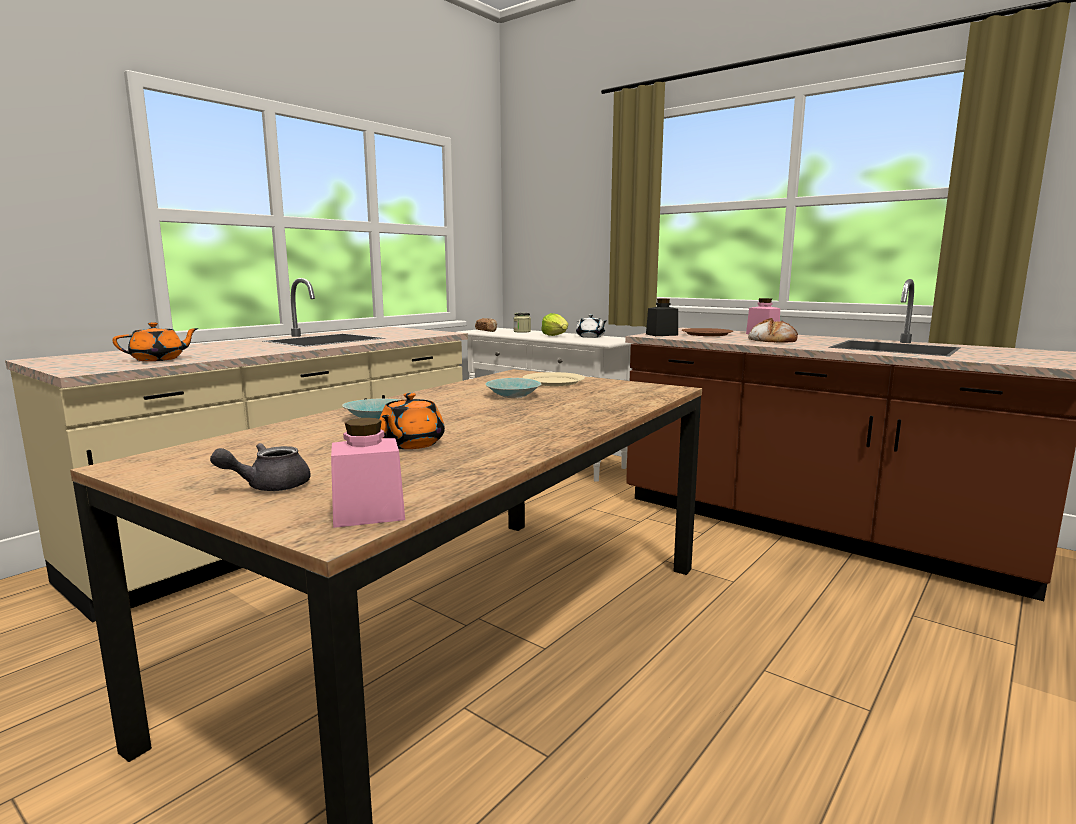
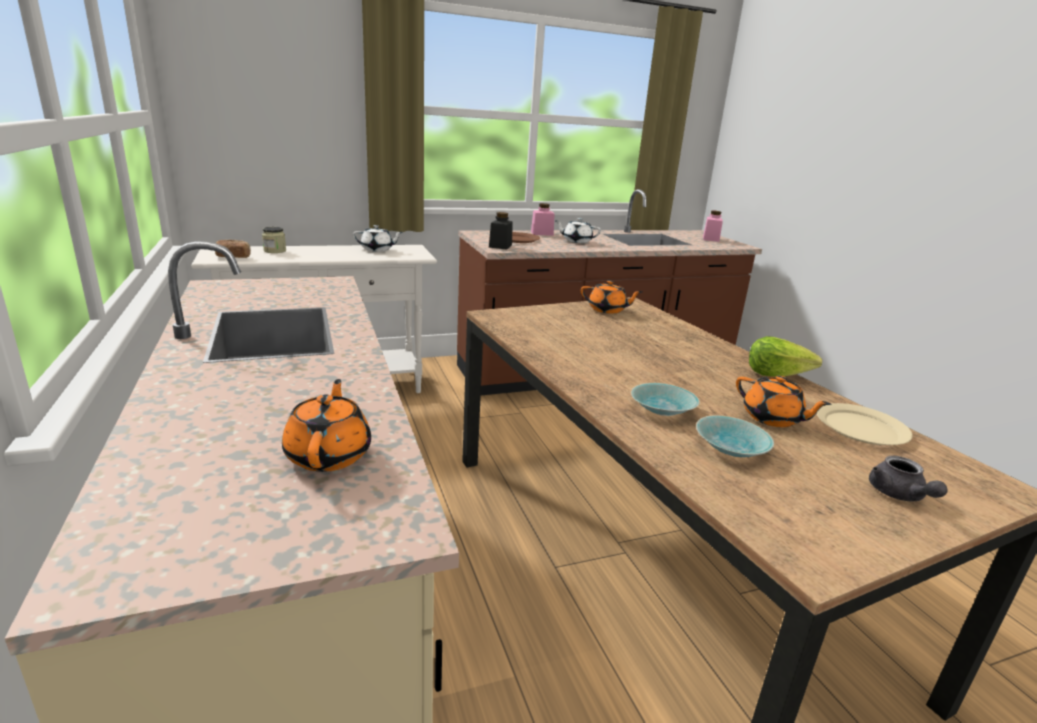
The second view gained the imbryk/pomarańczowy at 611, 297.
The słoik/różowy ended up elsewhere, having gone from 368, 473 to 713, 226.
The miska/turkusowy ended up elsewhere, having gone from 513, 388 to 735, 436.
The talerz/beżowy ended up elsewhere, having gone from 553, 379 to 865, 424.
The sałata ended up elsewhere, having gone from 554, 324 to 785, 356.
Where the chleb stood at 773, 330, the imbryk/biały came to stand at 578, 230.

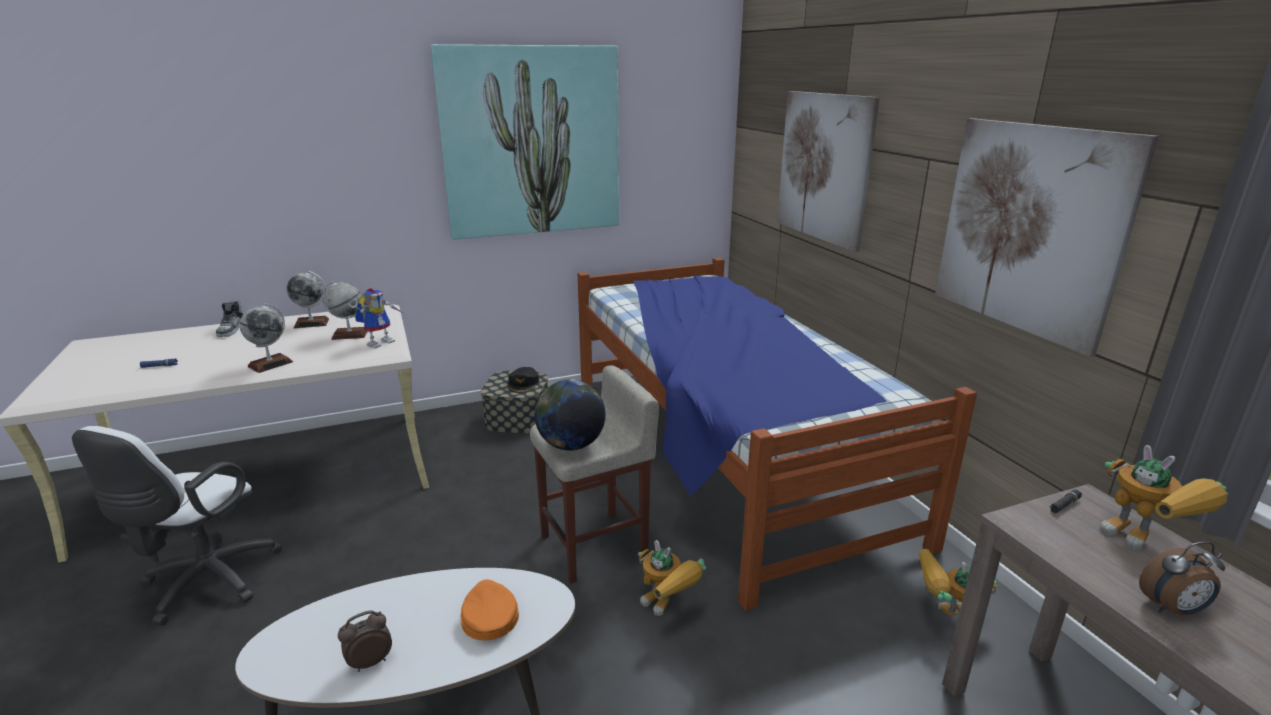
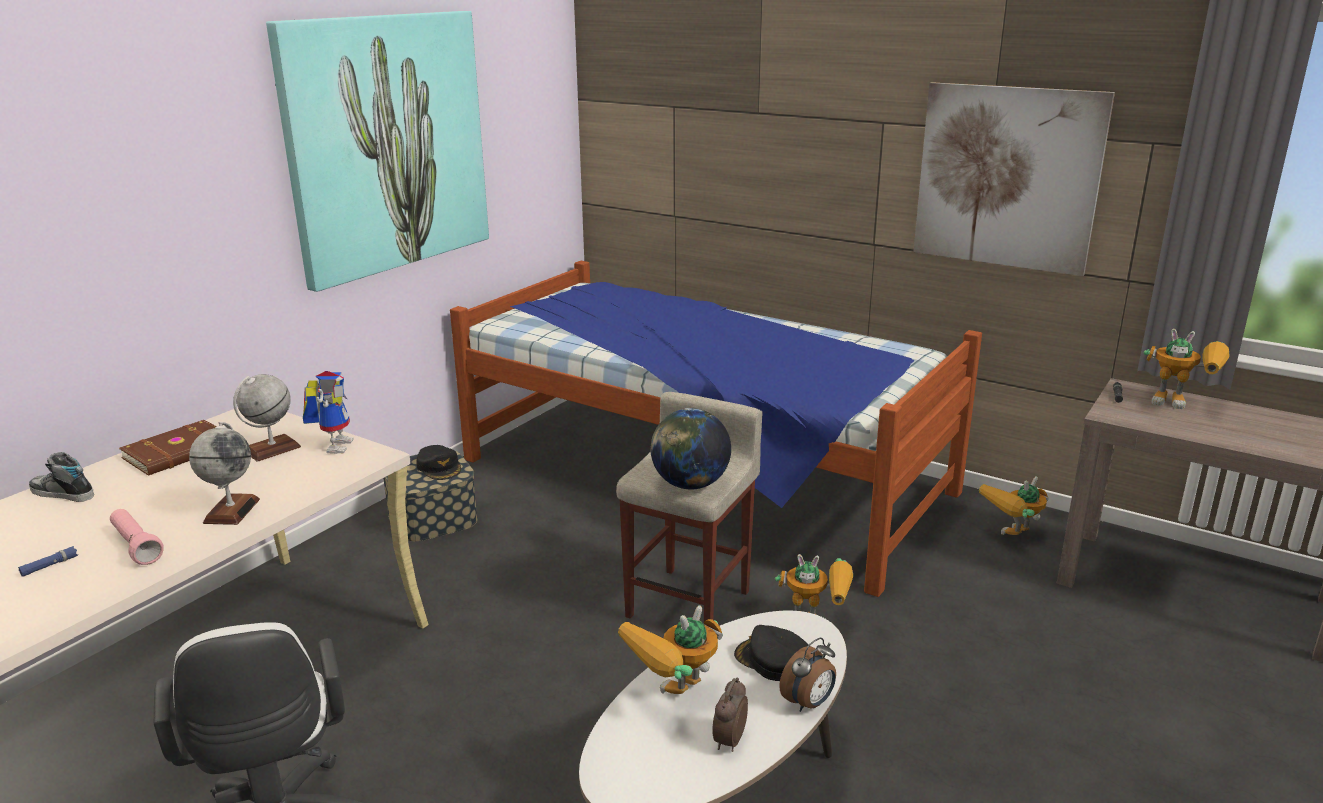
The second view lost the obraz at 828, 171.
The second view gained the latarka/różowy at 137, 537.
The second view gained the robot zabawkowy at 670, 649.
The budzik ended up elsewhere, having gone from 1182, 578 to 807, 675.
Where the globus stood at 307, 299, the książka/brązowy came to stand at 168, 448.
What was the czapka z daszkiem/pomarańczowy at 490, 609 turned into the czapka z daszkiem/czarny at 771, 653.
The but at 229, 319 ended up facing another way, 150 degrees clockwise from before.

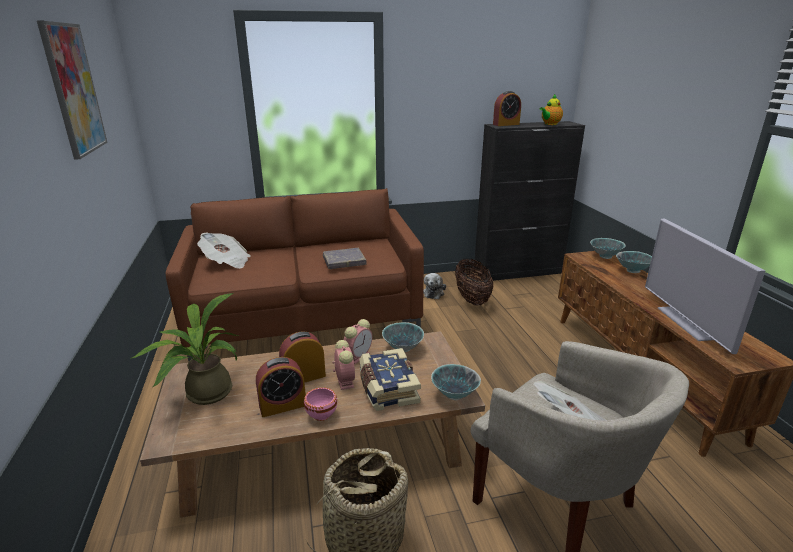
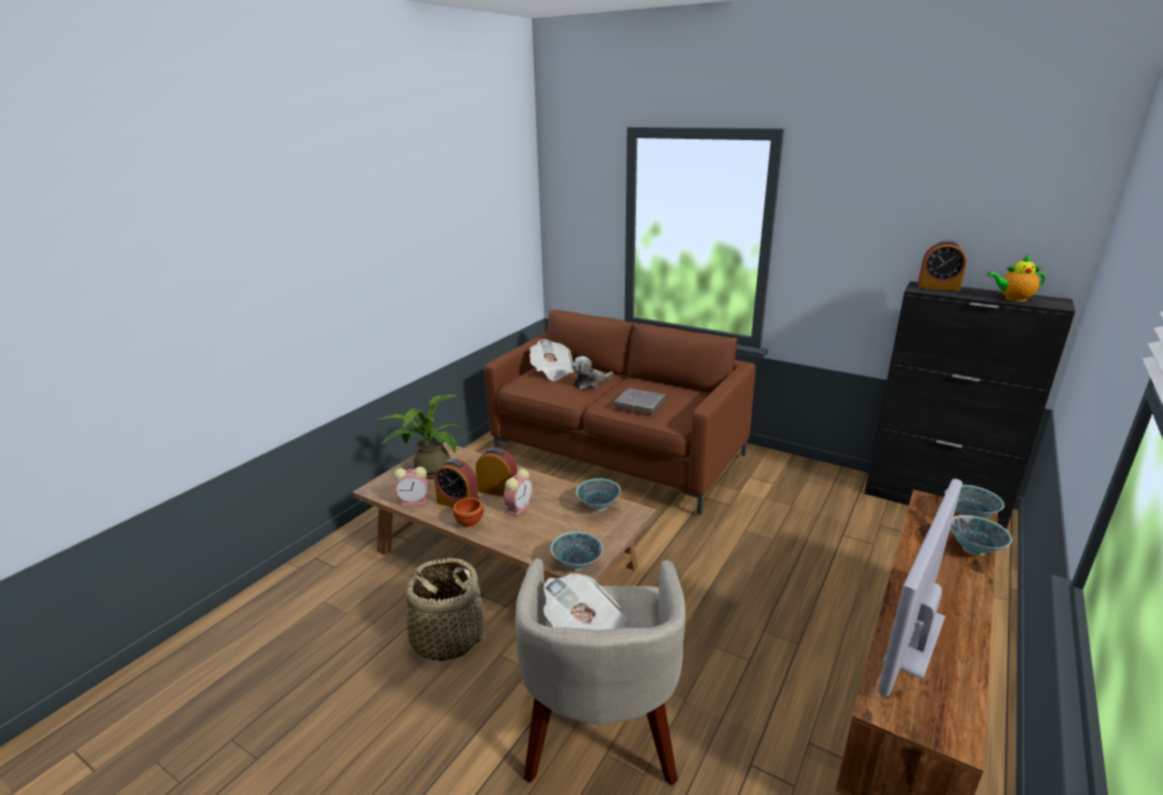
The second view lost the obraz at 72, 90.
The second view lost the książka at 390, 379.
The second view lost the koszyk at 474, 282.
The budzik ended up elsewhere, having gone from 357, 341 to 411, 486.
The pluszak ended up elsewhere, having gone from 434, 286 to 592, 373.
What was the miska/różowy at 320, 404 turned into the miska/brązowy at 468, 513.

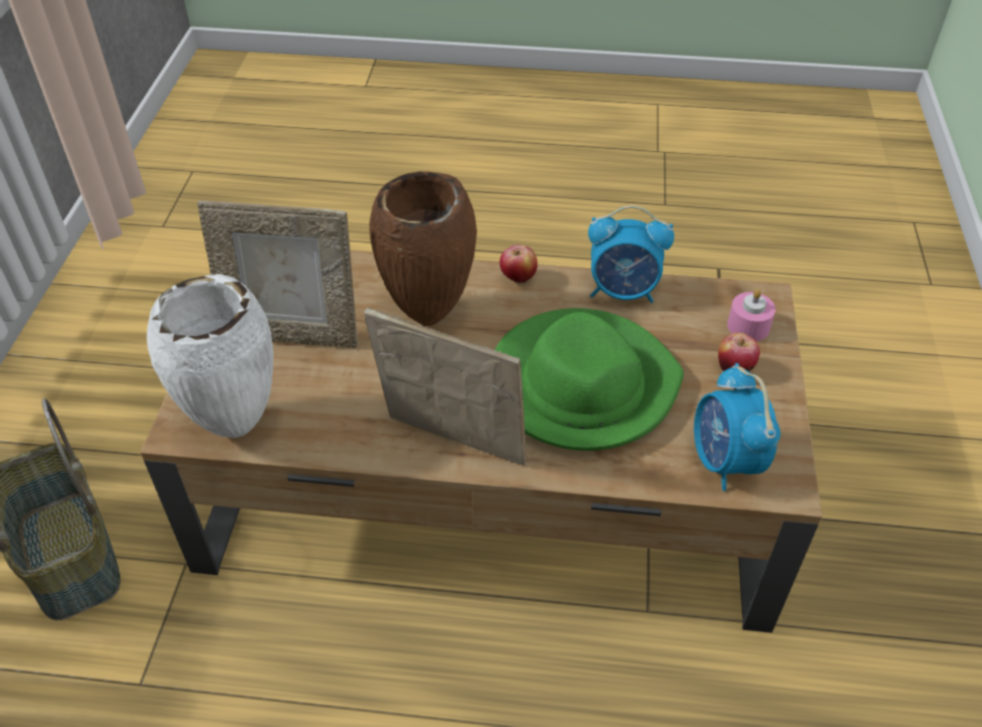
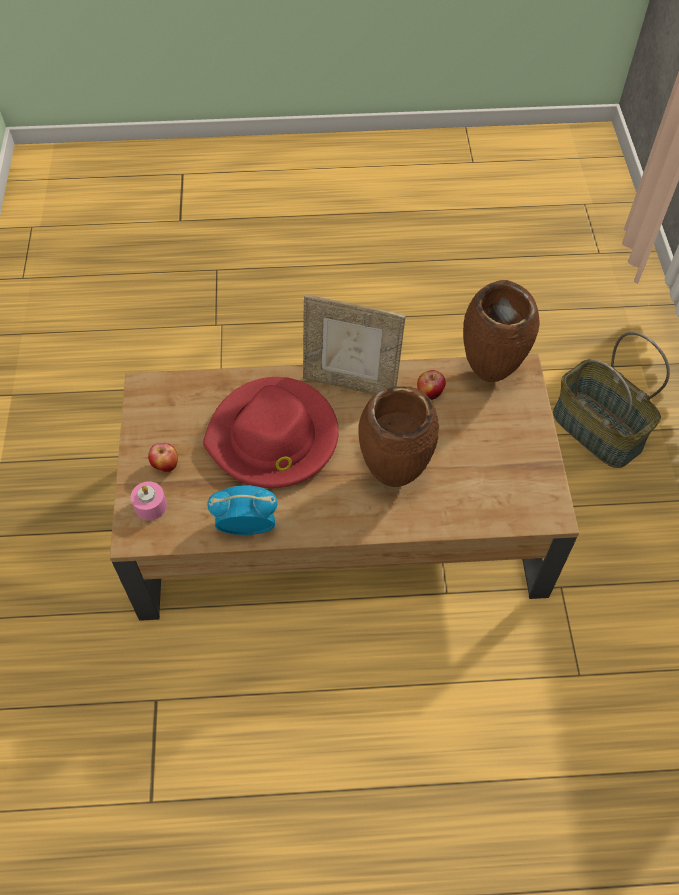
The second view lost the ramka na zdjęcie at 277, 274.
The second view lost the budzik at 737, 427.
The jabłko ended up elsewhere, having gone from 519, 264 to 431, 385.
What was the wazon/biały at 210, 356 turned into the wazon/brązowy at 501, 331.
What was the kapelusz/zielony at 589, 379 turned into the kapelusz/czerwony at 271, 432.

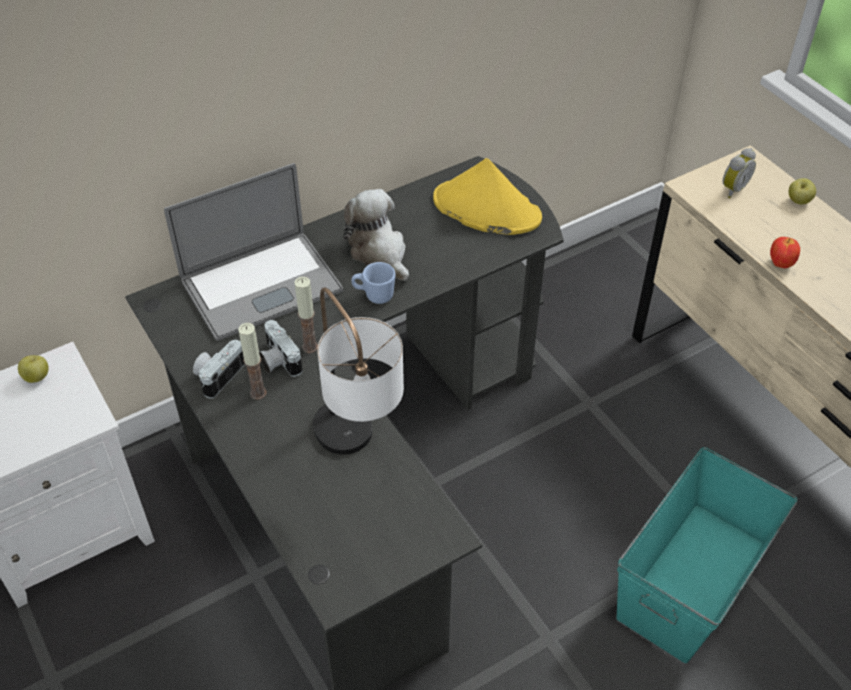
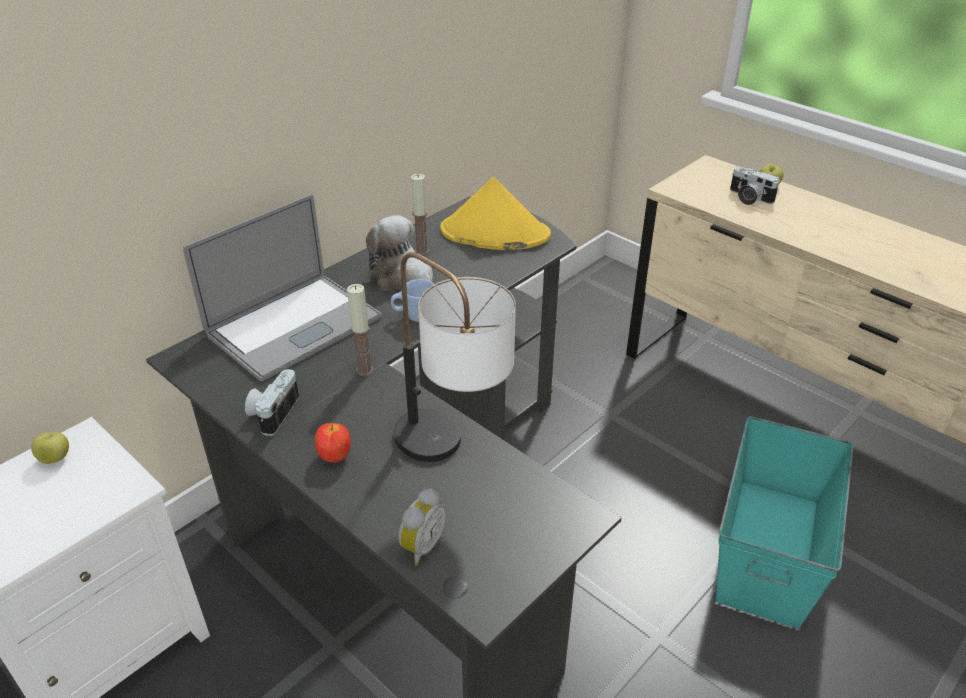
The świeca ended up elsewhere, having gone from 252, 361 to 420, 214.
The aparat fotograficzny ended up elsewhere, having gone from 281, 348 to 755, 186.
The budzik ended up elsewhere, having gone from 739, 173 to 422, 526.
The jabłko ended up elsewhere, having gone from 785, 252 to 333, 442.

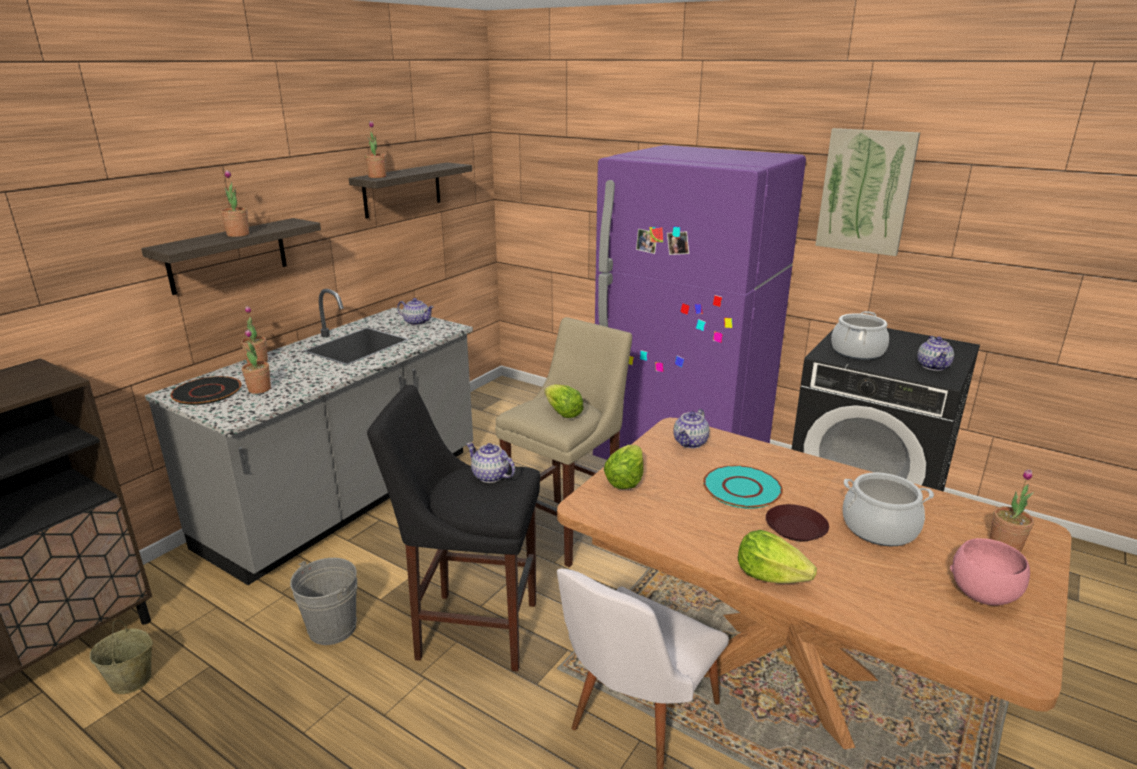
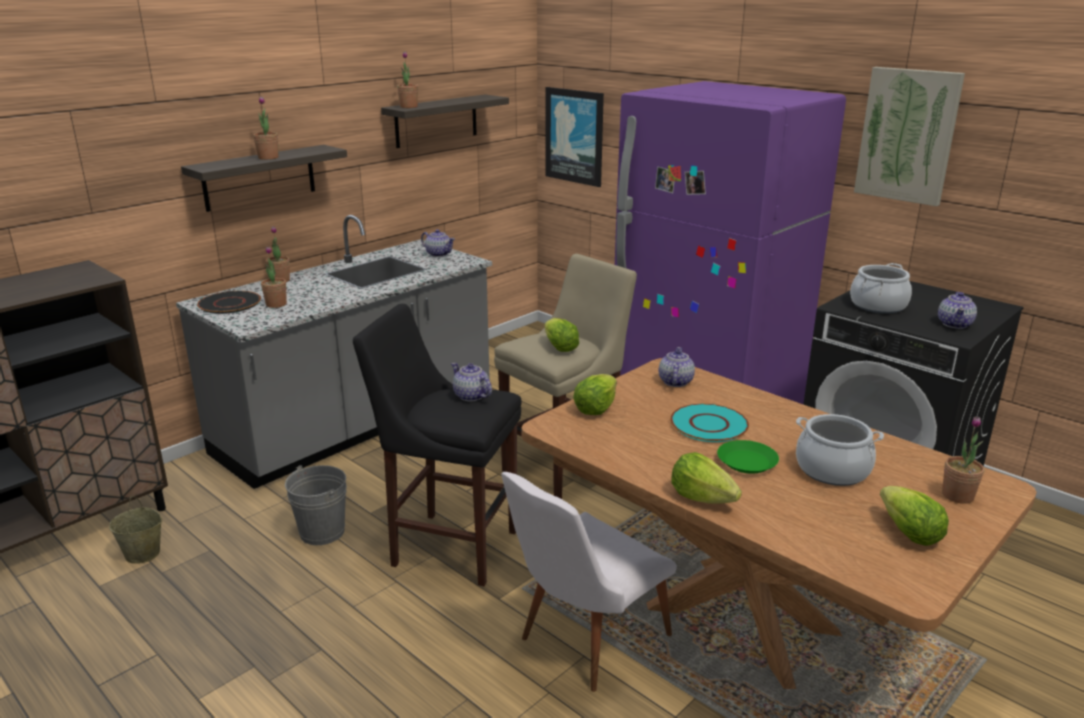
The second view gained the obraz at 574, 137.
Where the miska/różowy stood at 990, 572, the sałata came to stand at 914, 516.
What was the talerz/brązowy at 797, 522 turned into the talerz/zielony at 748, 457.
The imbryk at 691, 428 ended up facing another way, 150 degrees clockwise from before.

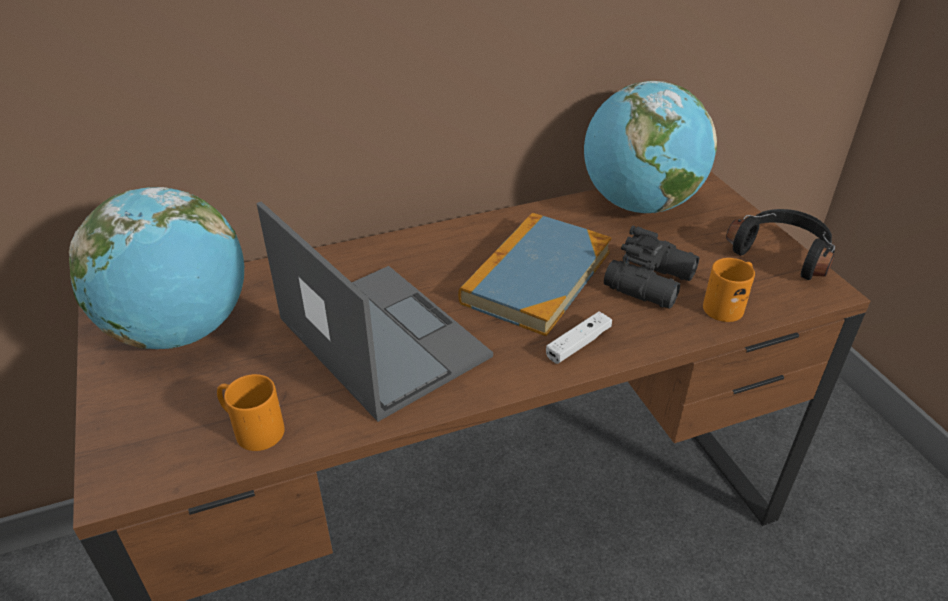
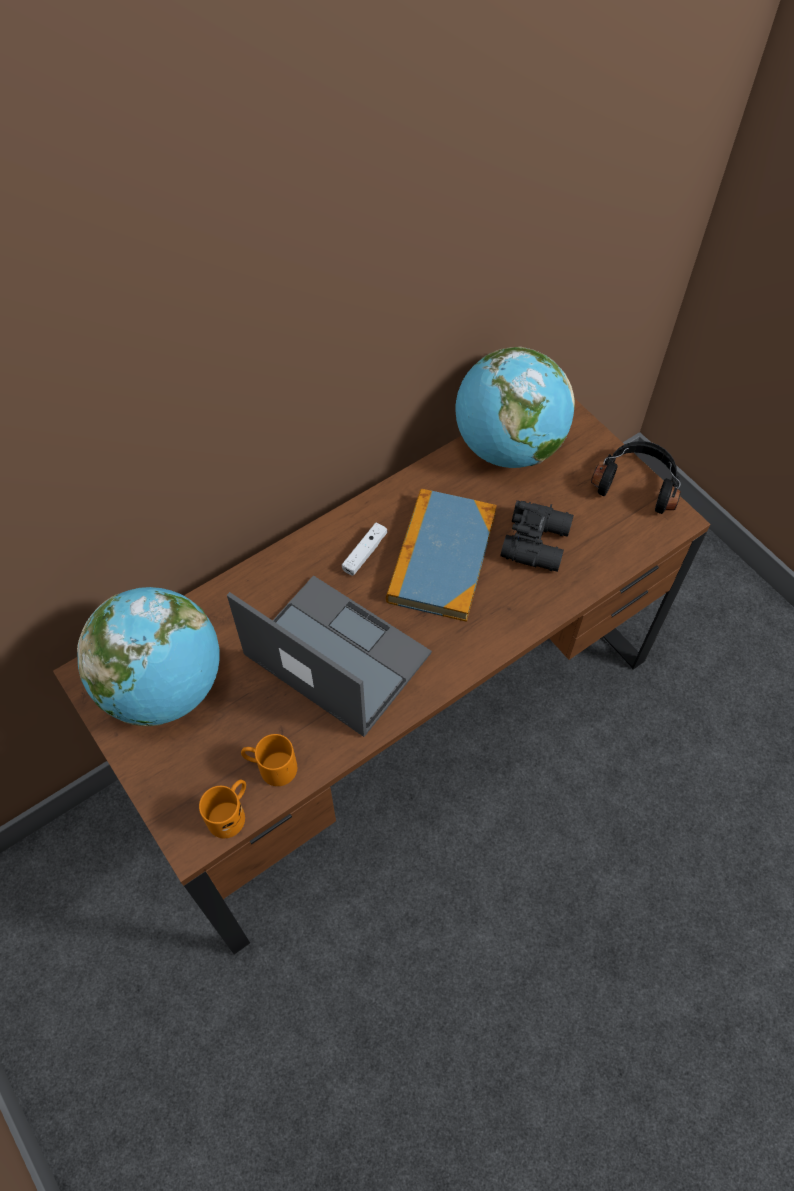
The pad do gier/biały ended up elsewhere, having gone from 579, 337 to 365, 549.
The kubek/pomarańczowy ended up elsewhere, having gone from 729, 290 to 222, 809.

